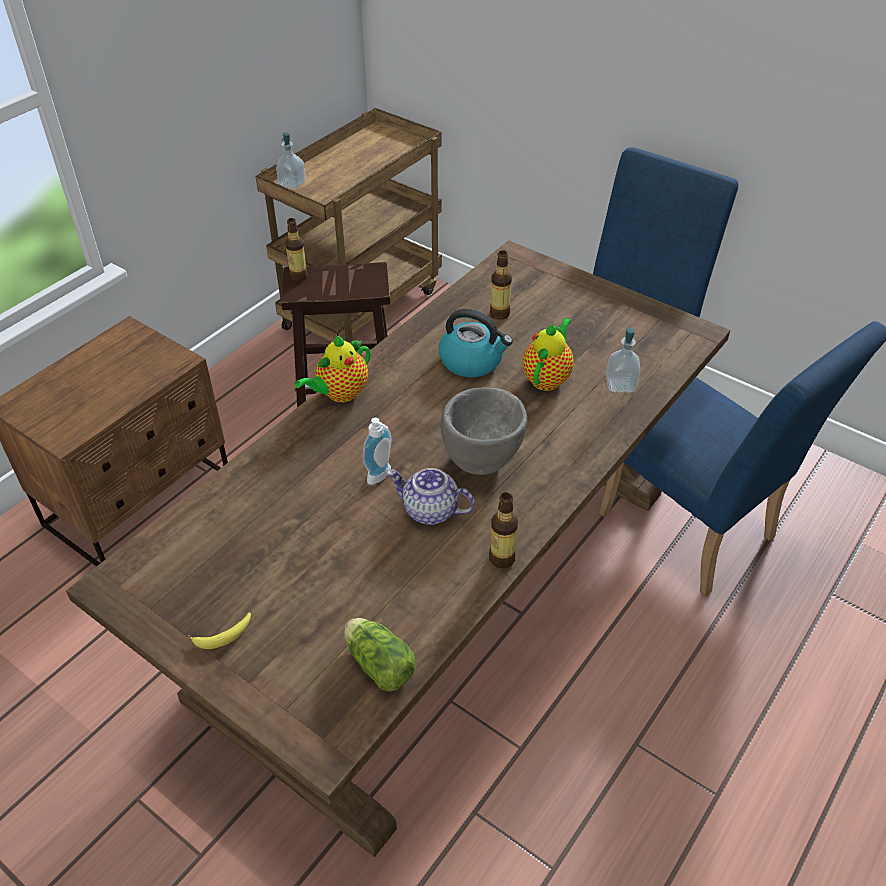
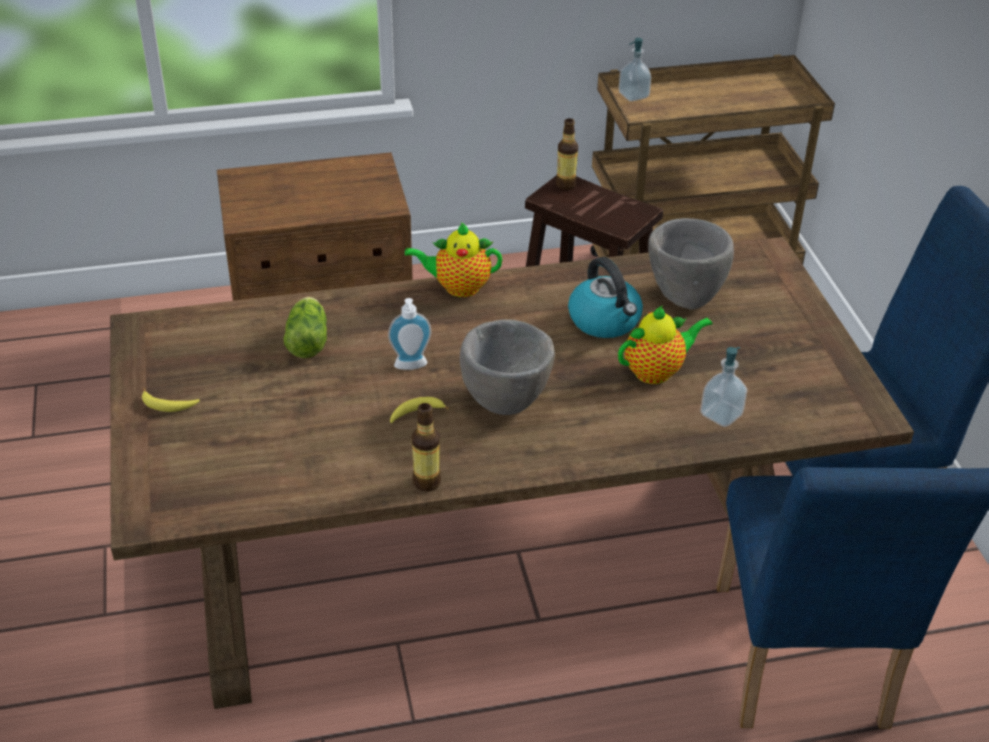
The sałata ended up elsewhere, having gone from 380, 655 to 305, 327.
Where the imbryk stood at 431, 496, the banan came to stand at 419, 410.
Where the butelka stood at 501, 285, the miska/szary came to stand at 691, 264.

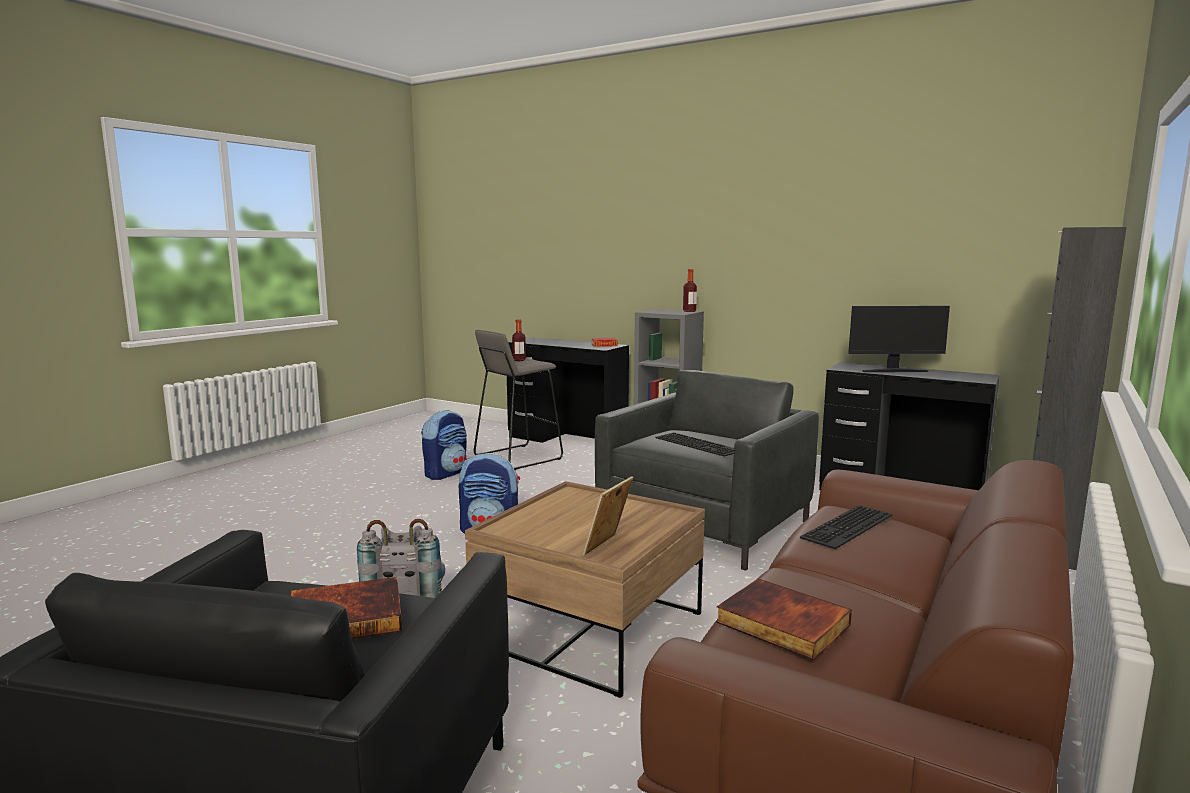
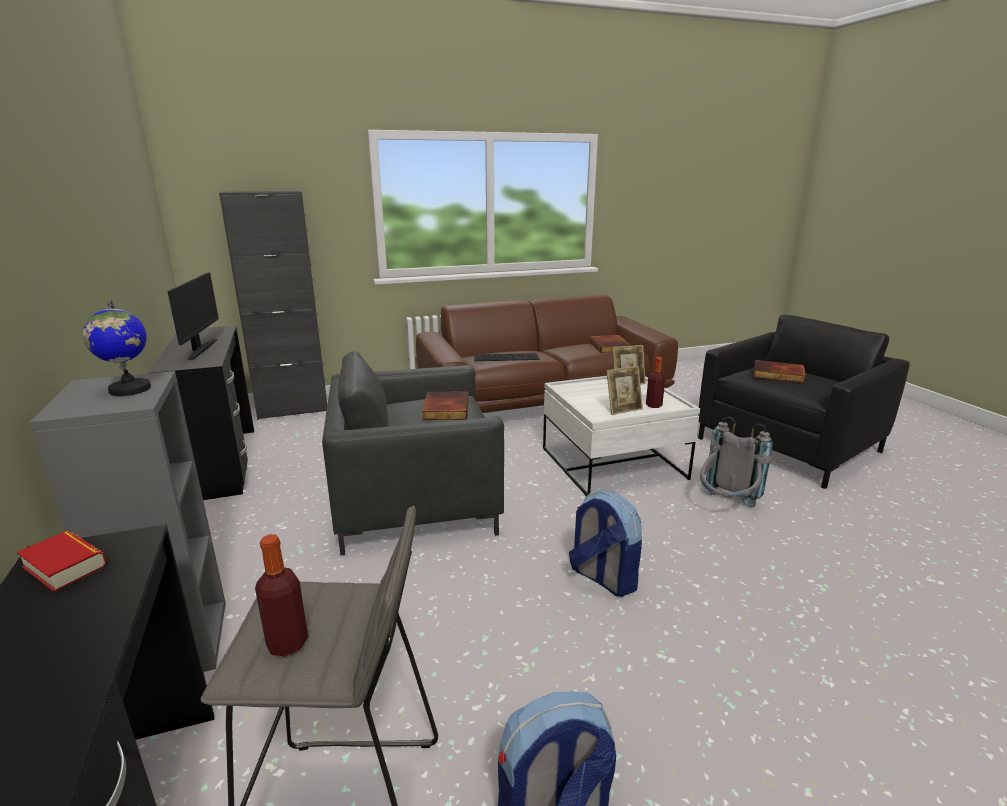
The second view gained the globus at 117, 348.
The second view gained the ramka na zdjęcie at 625, 390.
The butelka ended up elsewhere, having gone from 690, 290 to 655, 382.
Where the klawiatura stood at 695, 445, the książka came to stand at 445, 405.
What was the ława/brązowy at 585, 589 turned into the ława/biały at 621, 436.
The monitor at 899, 339 ended up facing another way, 45 degrees clockwise from before.

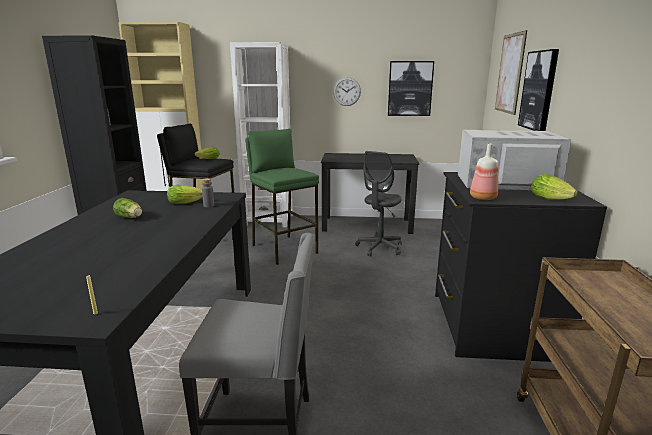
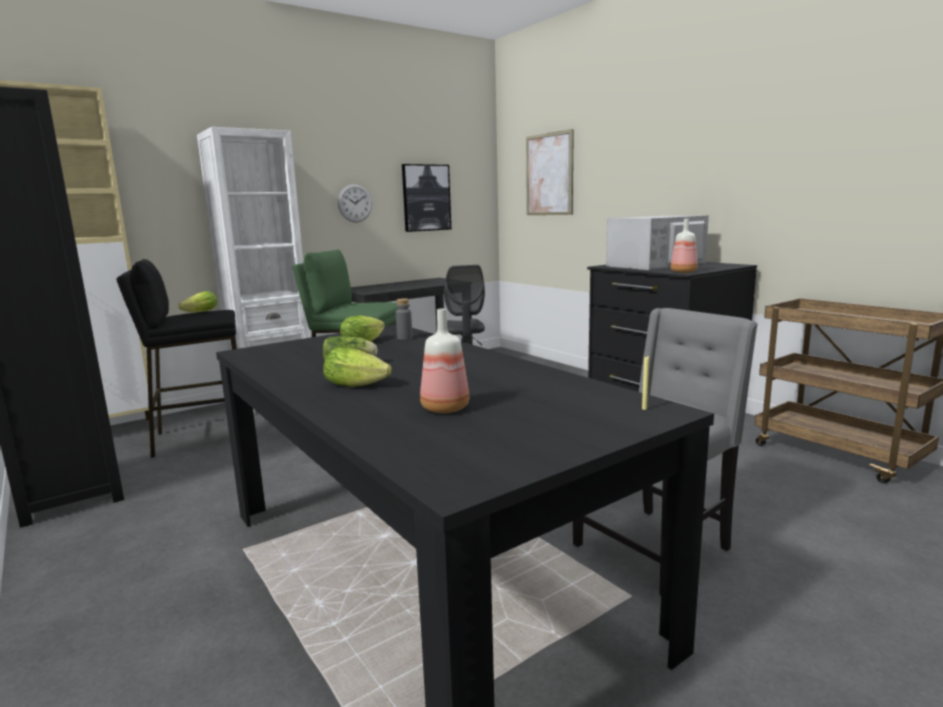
The second view lost the obraz at 538, 90.
The second view gained the butelka at 444, 360.
The sałata ended up elsewhere, having gone from 554, 187 to 357, 367.

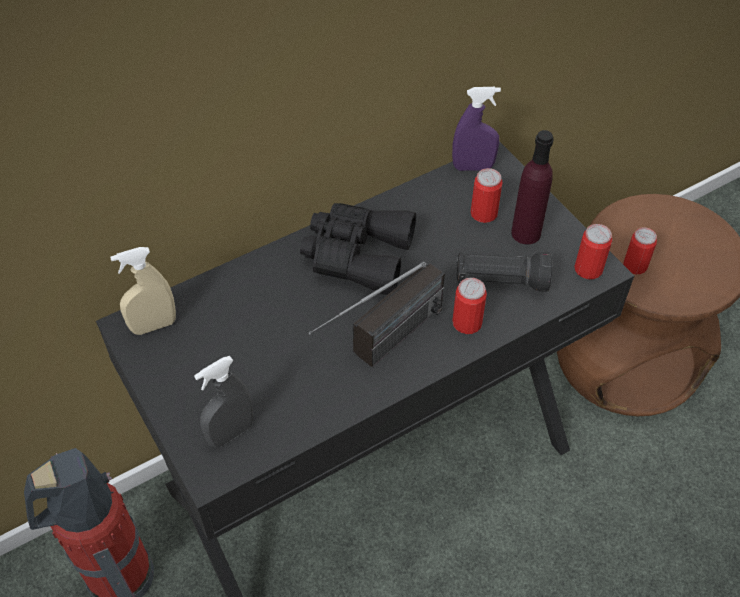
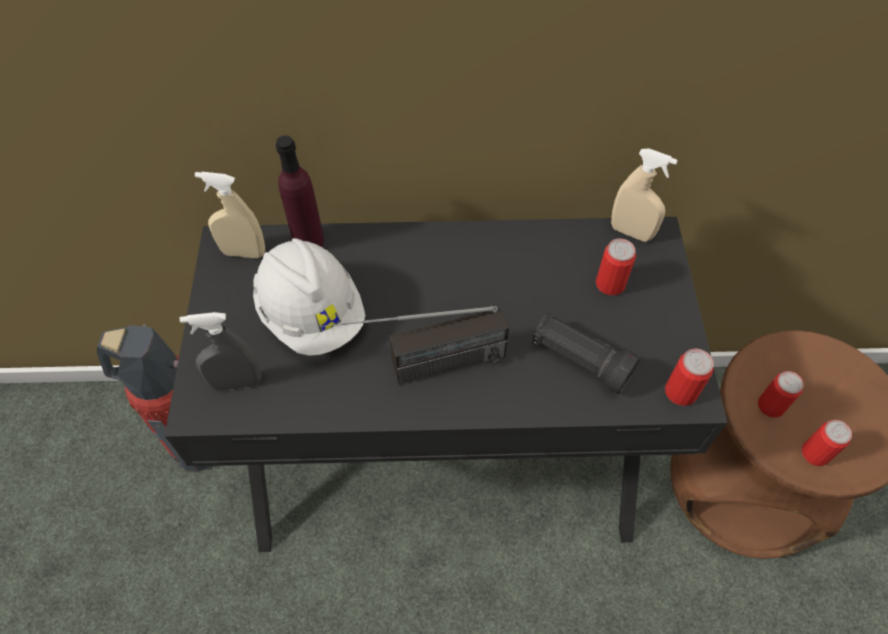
The second view lost the lornetka/czarny at 358, 249.
The second view gained the kask/biały at 309, 297.
The puszka ended up elsewhere, having gone from 469, 306 to 826, 443.
The butelka/fioletowy ended up elsewhere, having gone from 532, 187 to 300, 191.
What was the spryskiwacz/fioletowy at 476, 129 turned into the spryskiwacz/beżowy at 644, 195.

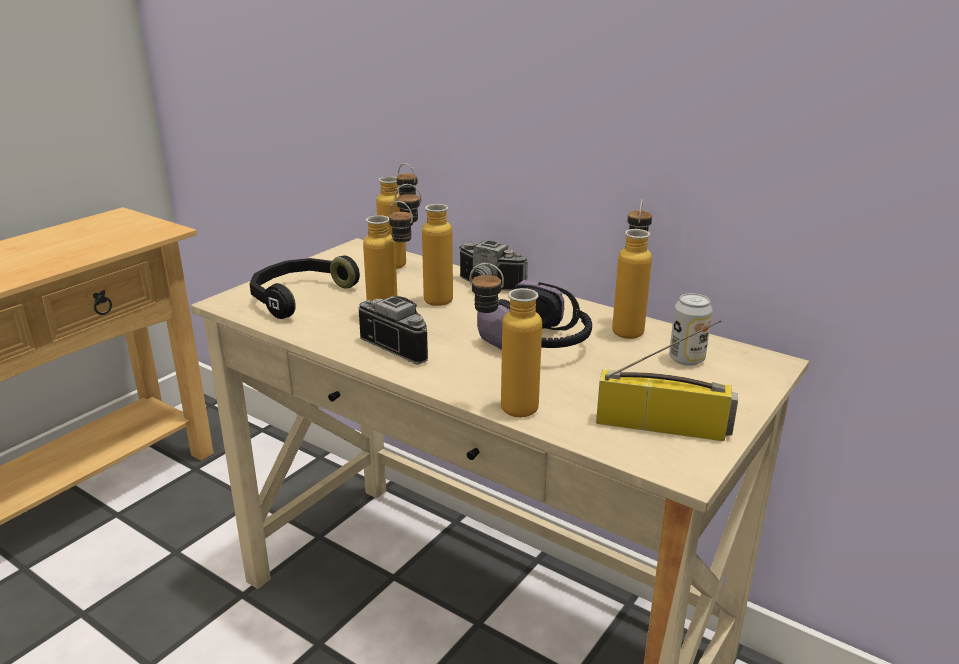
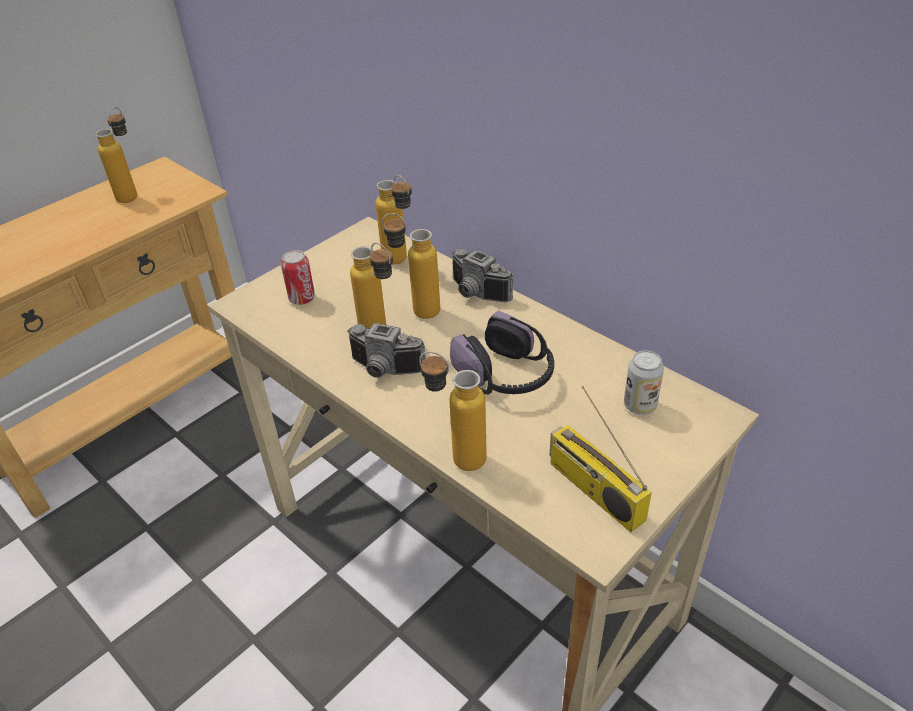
The butelka ended up elsewhere, having gone from 632, 269 to 116, 155.
Where the słuchawki/czarny stood at 304, 287, the puszka came to stand at 298, 277.
The aparat fotograficzny at 393, 330 ended up facing another way, 150 degrees clockwise from before.
The radio at 667, 380 ended up facing another way, 150 degrees counterclockwise from before.

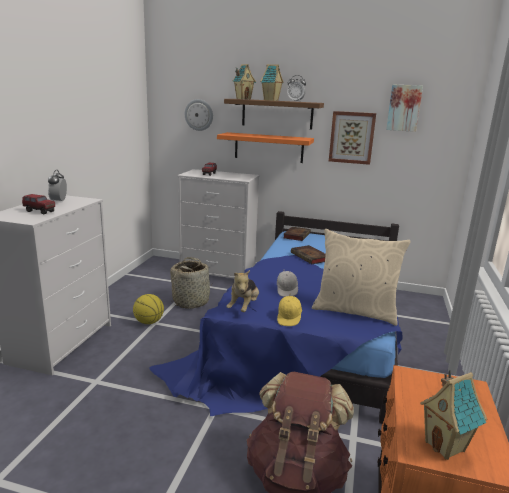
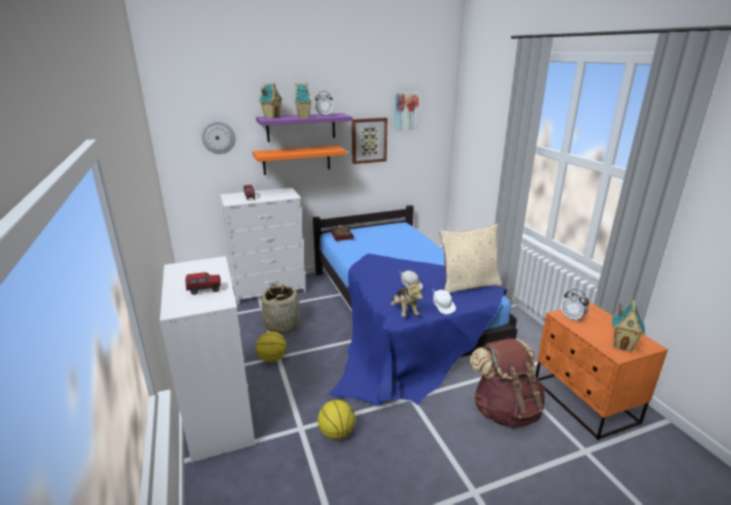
The second view lost the książka at 308, 254.
The second view gained the piłka do koszykówki at 336, 420.
The budzik ended up elsewhere, having gone from 57, 186 to 575, 305.
What was the półka/brązowy at 274, 114 turned into the półka/fioletowy at 304, 127.
What was the czapka z daszkiem/żółty at 289, 310 turned into the czapka z daszkiem/biały at 444, 301.

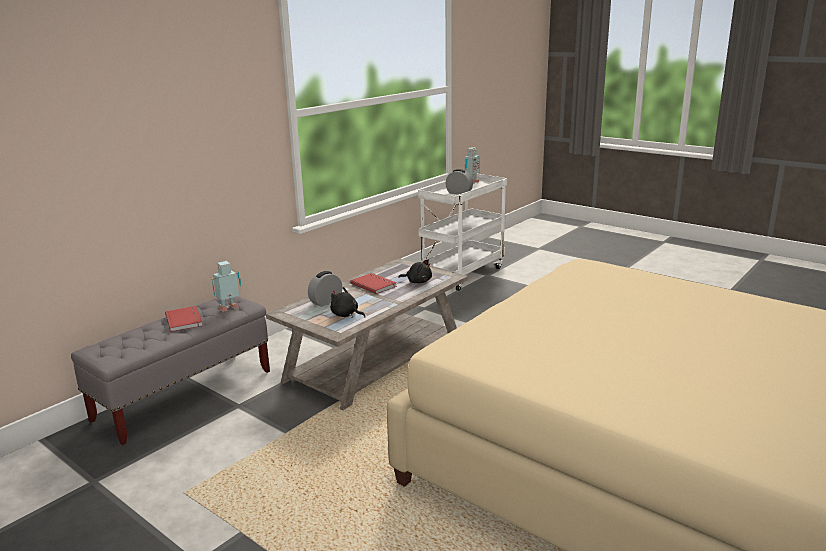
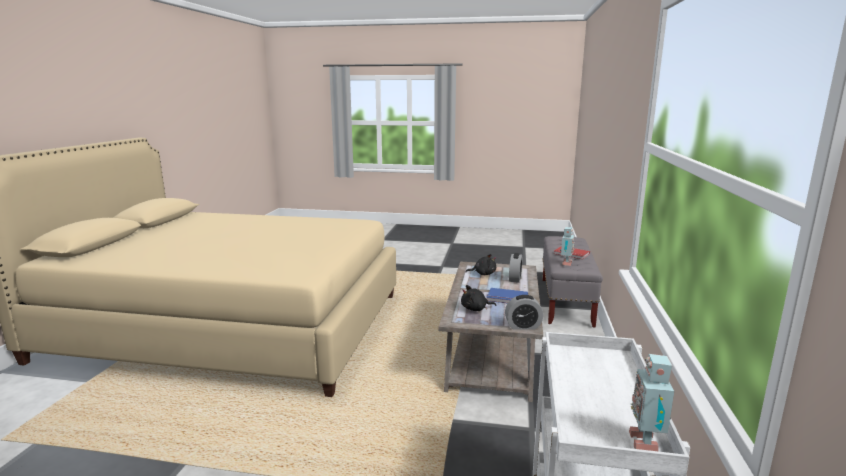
The budzik ended up elsewhere, having gone from 459, 182 to 524, 312.
What was the książka/czerwony at 373, 283 turned into the książka/niebieski at 507, 295.

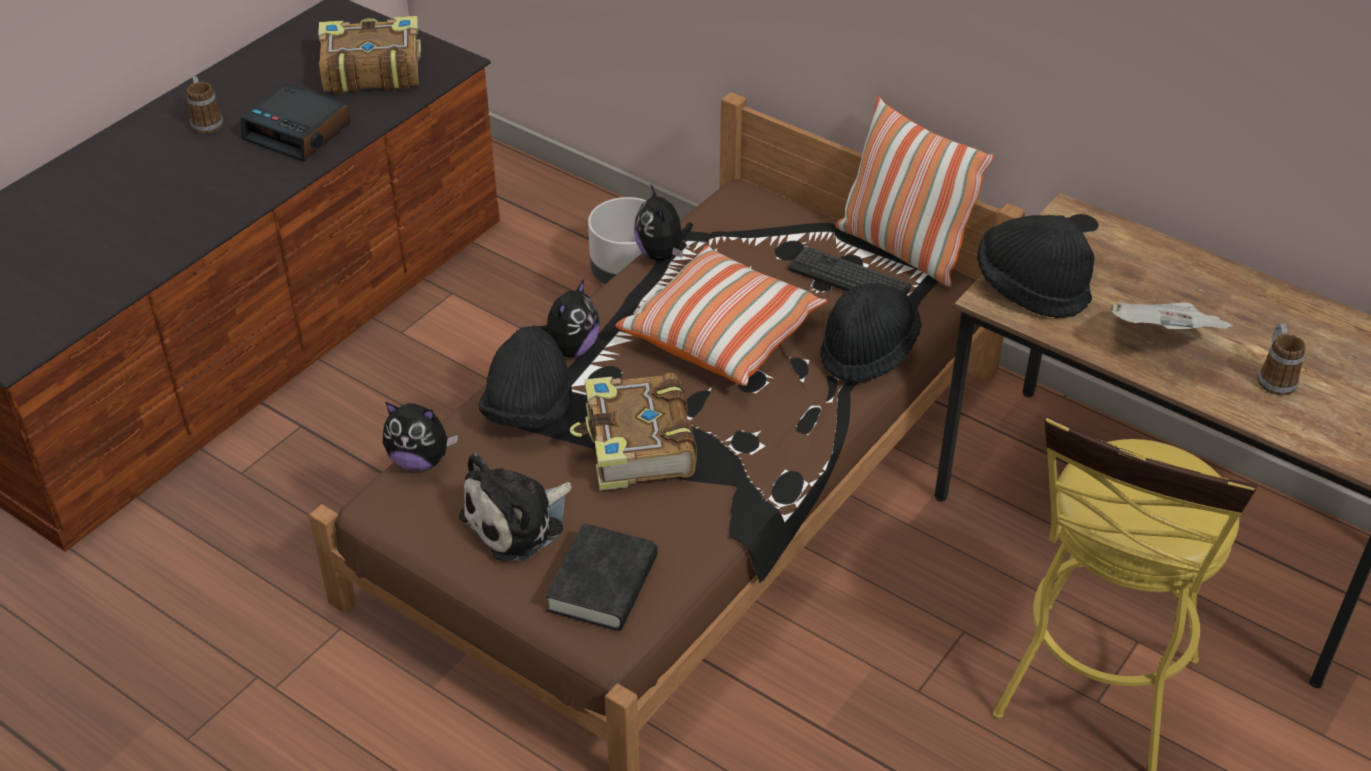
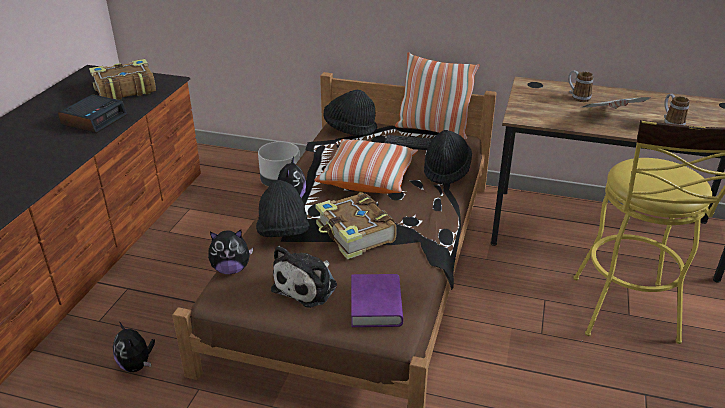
The kubek ended up elsewhere, having gone from 205, 105 to 580, 86.
The pluszak ended up elsewhere, having gone from 663, 223 to 134, 347.
The kapelusz/czarny ended up elsewhere, having gone from 1035, 266 to 350, 113.
What was the książka/czarny at 601, 577 turned into the książka/fioletowy at 377, 300.
The budzik at 296, 122 ended up facing another way, 75 degrees counterclockwise from before.

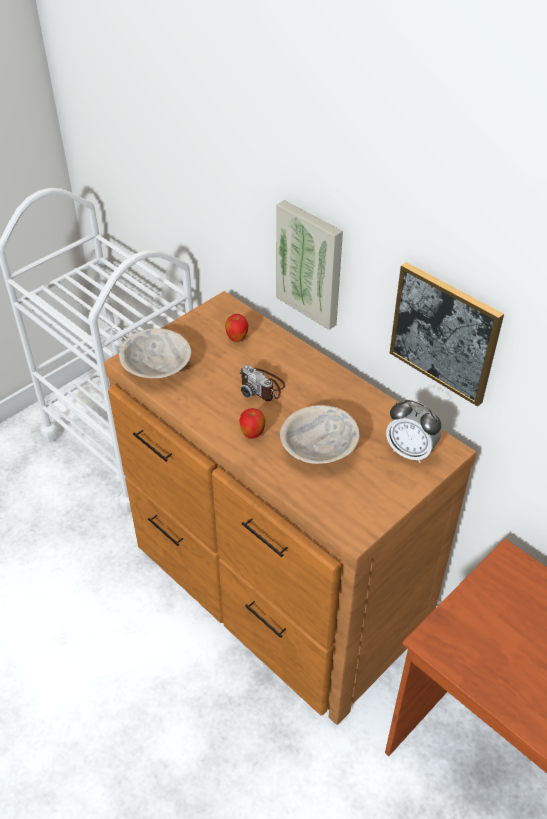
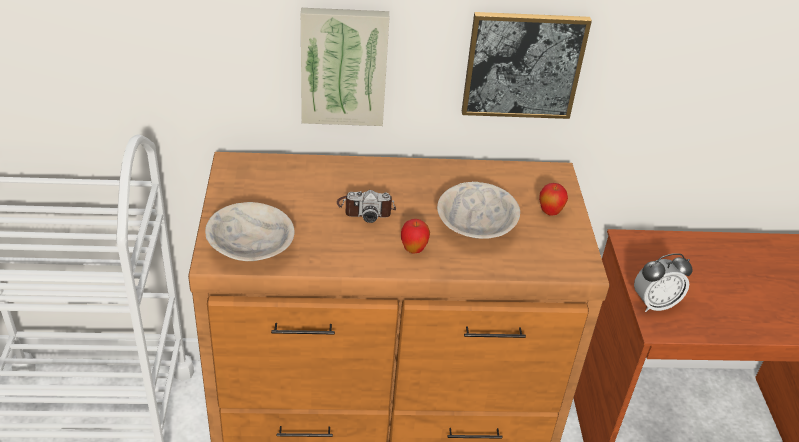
The jabłko ended up elsewhere, having gone from 236, 328 to 553, 199.
The budzik ended up elsewhere, having gone from 413, 431 to 663, 282.

